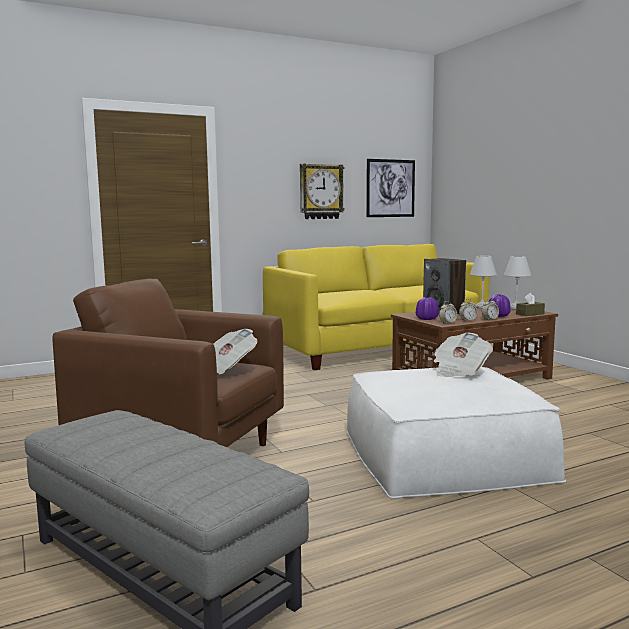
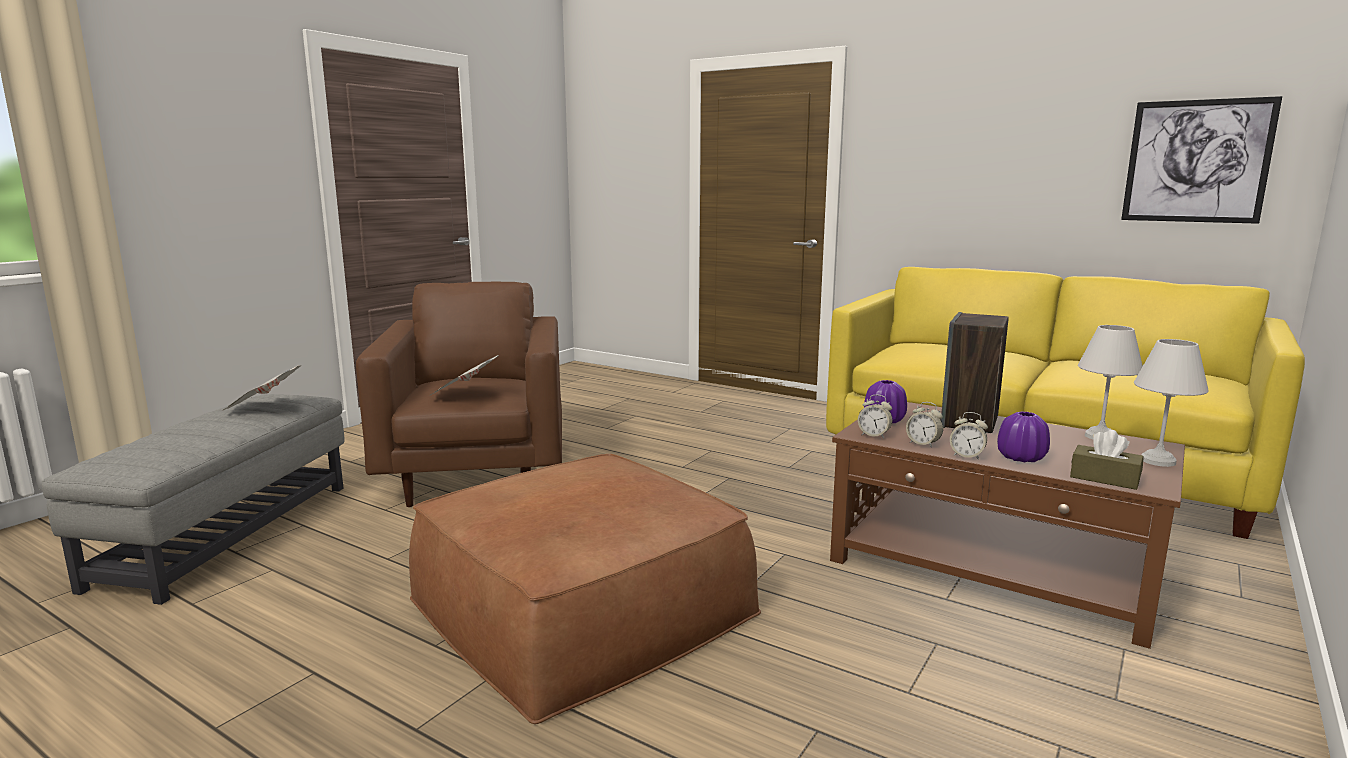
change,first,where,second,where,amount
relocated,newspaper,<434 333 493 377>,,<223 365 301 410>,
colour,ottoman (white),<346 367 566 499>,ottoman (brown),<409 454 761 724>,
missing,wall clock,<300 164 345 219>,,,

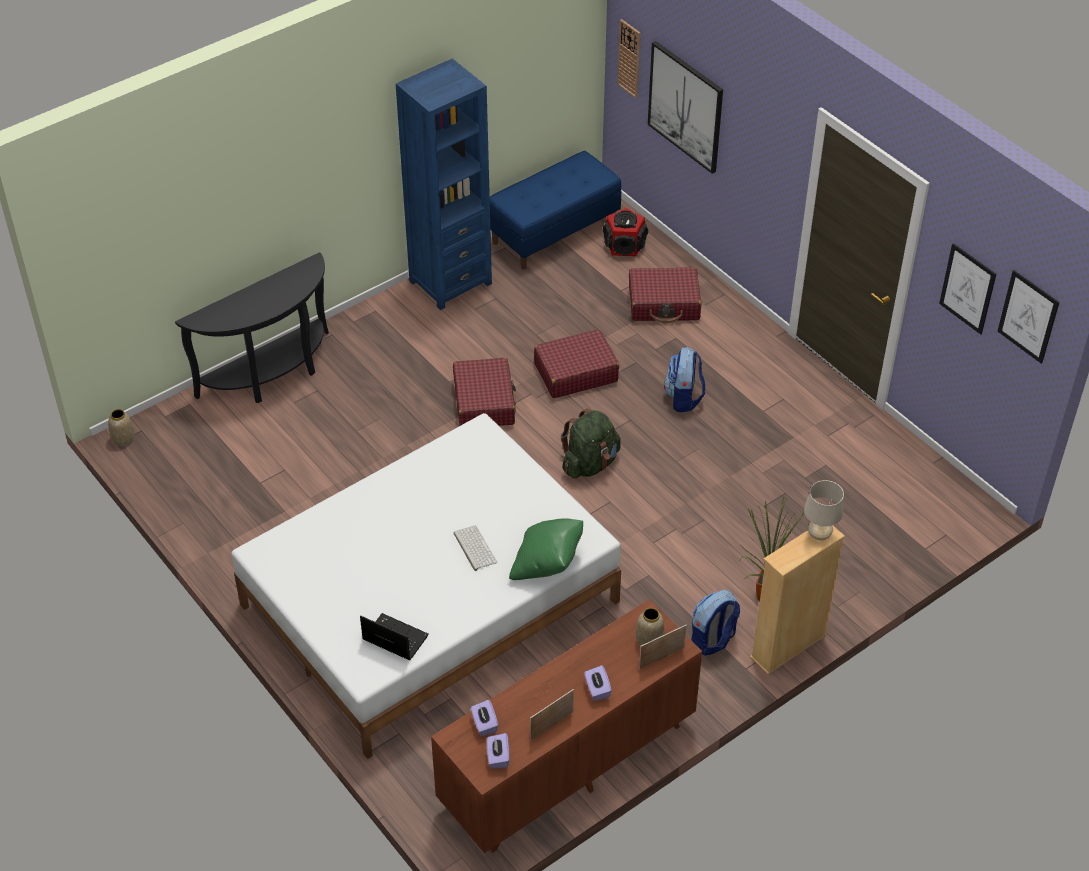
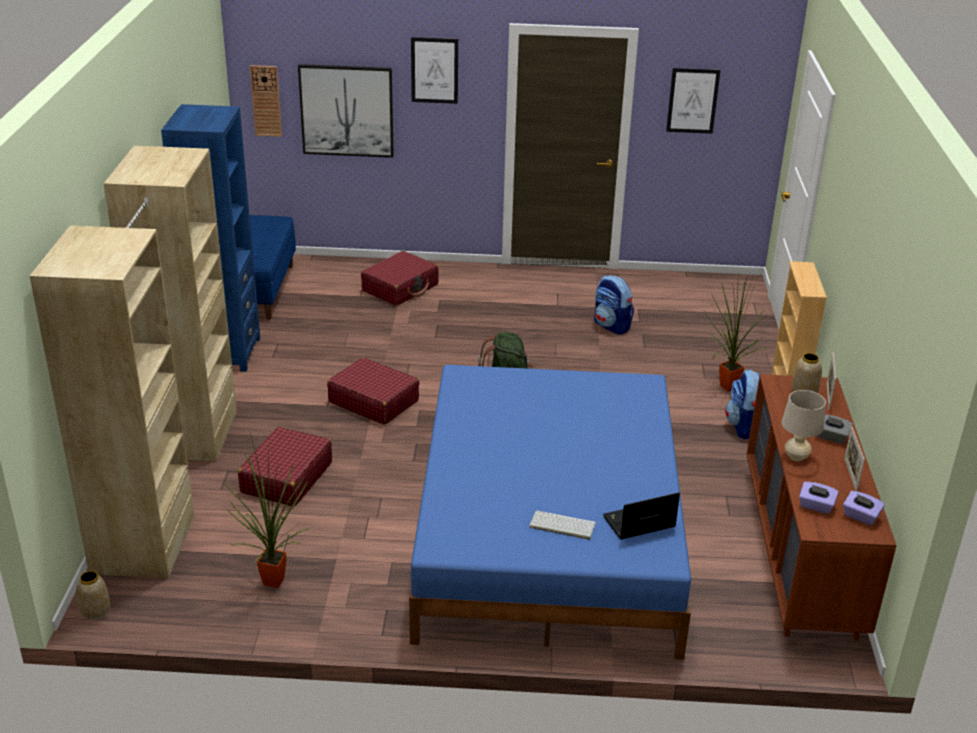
change,first,where,second,where,amount
exchanged,console table (black),<175 252 329 403>,wardrobe (beige),<30 146 237 579>,
appeared,,,potted plant,<224 433 308 588>,
relocated,suitcase (red),<534 329 619 398>,,<238 427 332 506>,
colour,bed (white),<231 413 621 759>,bed (blue),<409 365 691 660>,
relocated,picture,<997 270 1059 363>,,<411 37 458 104>,
relocated,keyboard,<454 526 497 571>,,<529 511 596 540>,
relocated,backpack,<664 347 705 412>,,<594 275 634 335>,
relocated,table lamp (beige),<804 480 844 541>,,<782 390 826 461>,
colour,tissue box (purple),<584 665 612 701>,tissue box (grey),<818 415 853 444>,
missing,pillow (green),<509 518 583 580>,,,
missing,speaker,<603 208 648 256>,,,

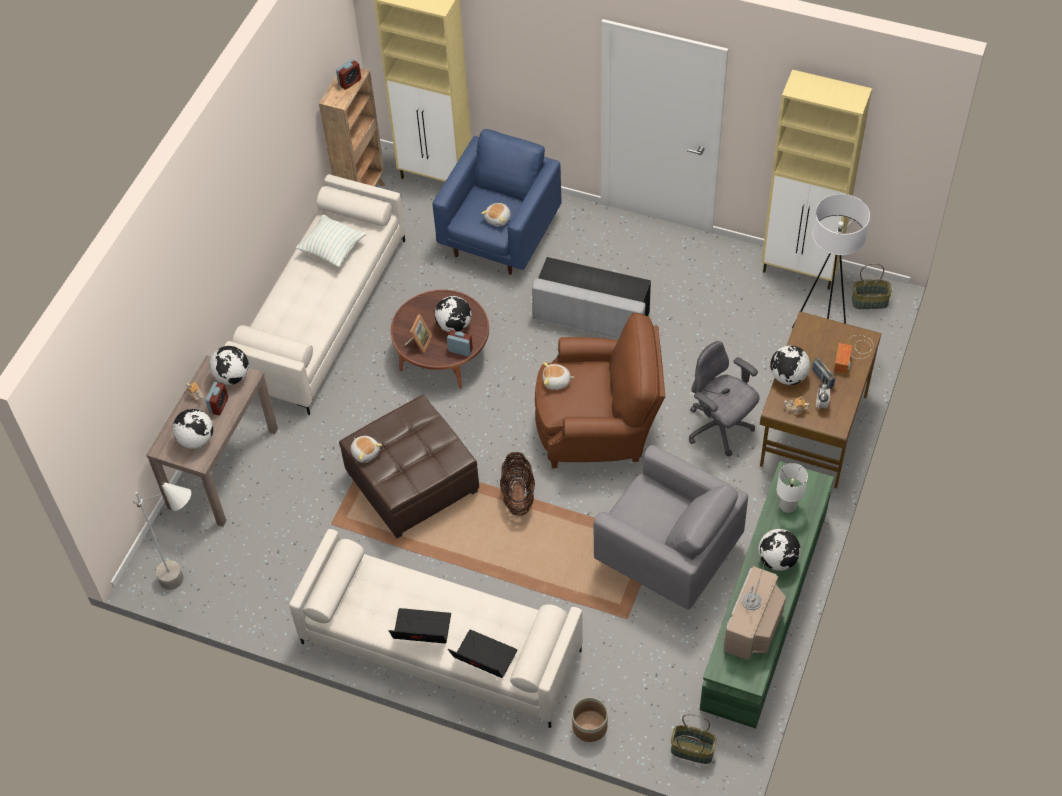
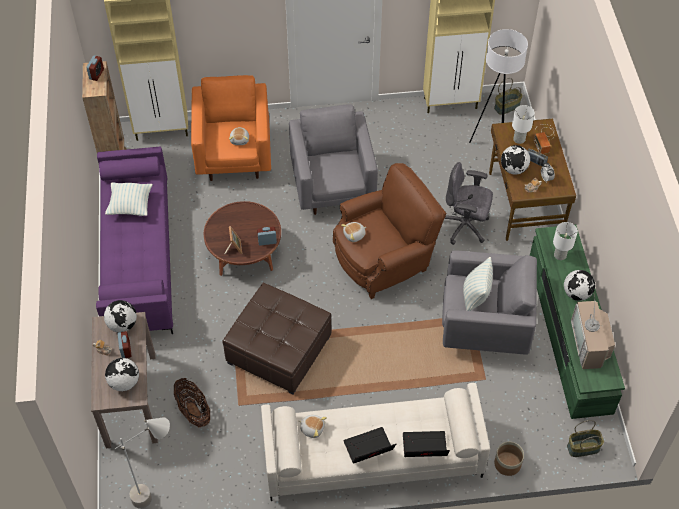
change,first,where,second,where,amount
colour,sofa (white),<224 174 405 415>,sofa (purple),<96 147 173 334>,
relocated,basket,<500 452 535 516>,,<174 378 210 427>,
colour,armchair (blue),<433 129 562 275>,armchair (orange),<191 75 271 181>,
exchanged,ottoman (grey),<532 257 651 339>,armchair (grey),<289 104 378 215>,
relocated,plush toy,<351 436 382 463>,,<299 415 327 438>,
appeared,,,pillow,<463 257 493 311>,
appeared,,,table lamp (white),<512 105 535 144>,
missing,globe,<435 296 471 332>,,,

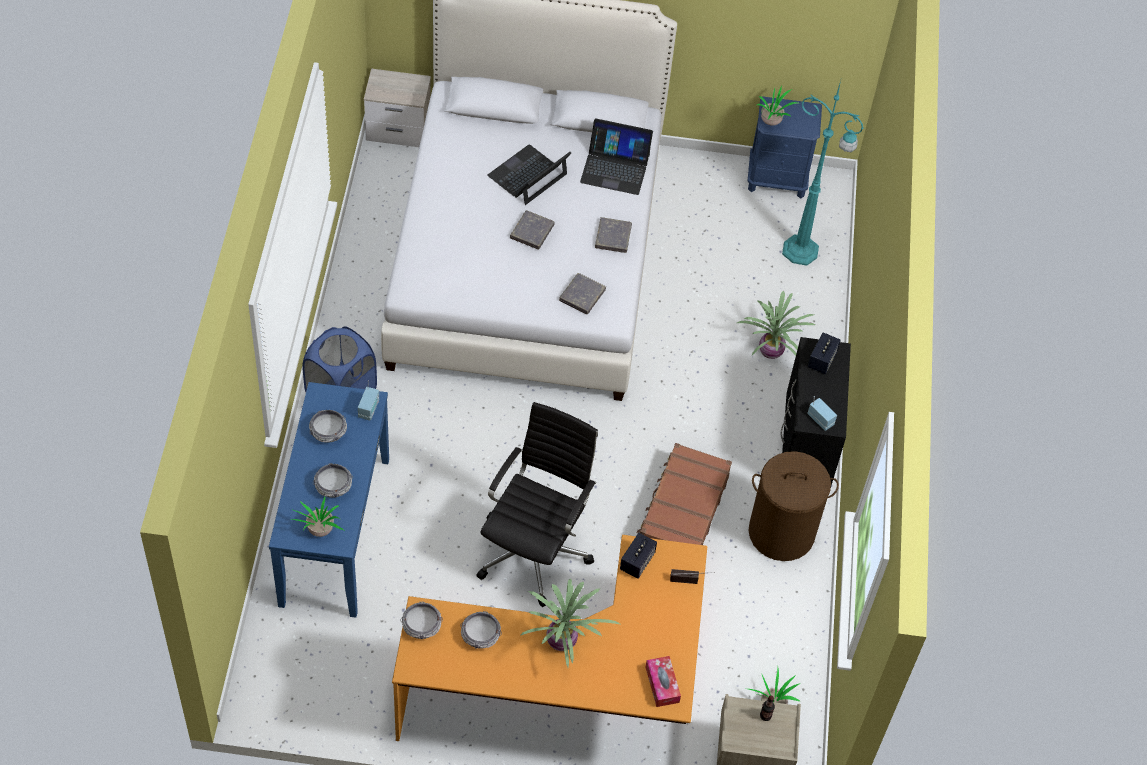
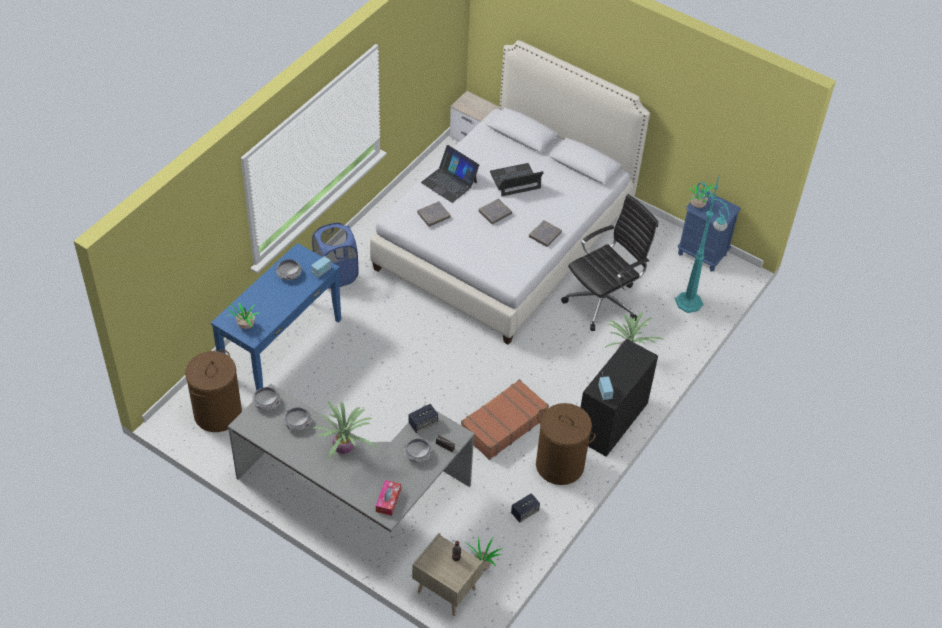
change,first,where,second,where,amount
appeared,,,laundry basket (brown),<185 349 242 432>,
colour,desk (orange),<392 535 707 741>,desk (grey),<228 384 475 532>,
relocated,bowl,<313 463 353 498>,,<404 438 432 463>,
relocated,book (grey),<559 273 606 314>,,<417 201 451 227>,
relocated,laptop,<580 118 653 195>,,<421 145 479 203>,
relocated,speaker,<808 333 841 374>,,<511 493 540 523>,
relocated,office chair (black),<476 402 598 607>,,<561 194 658 331>,

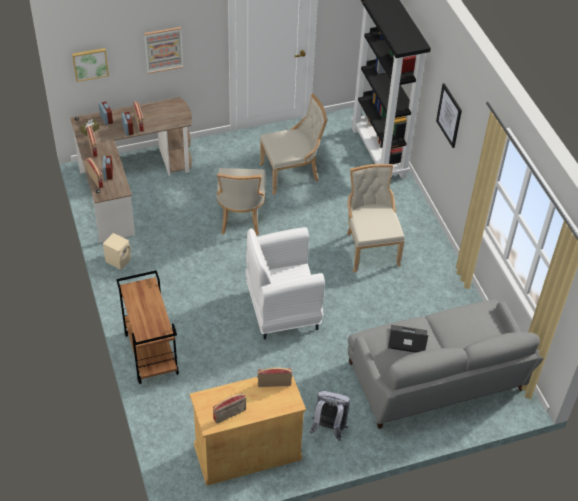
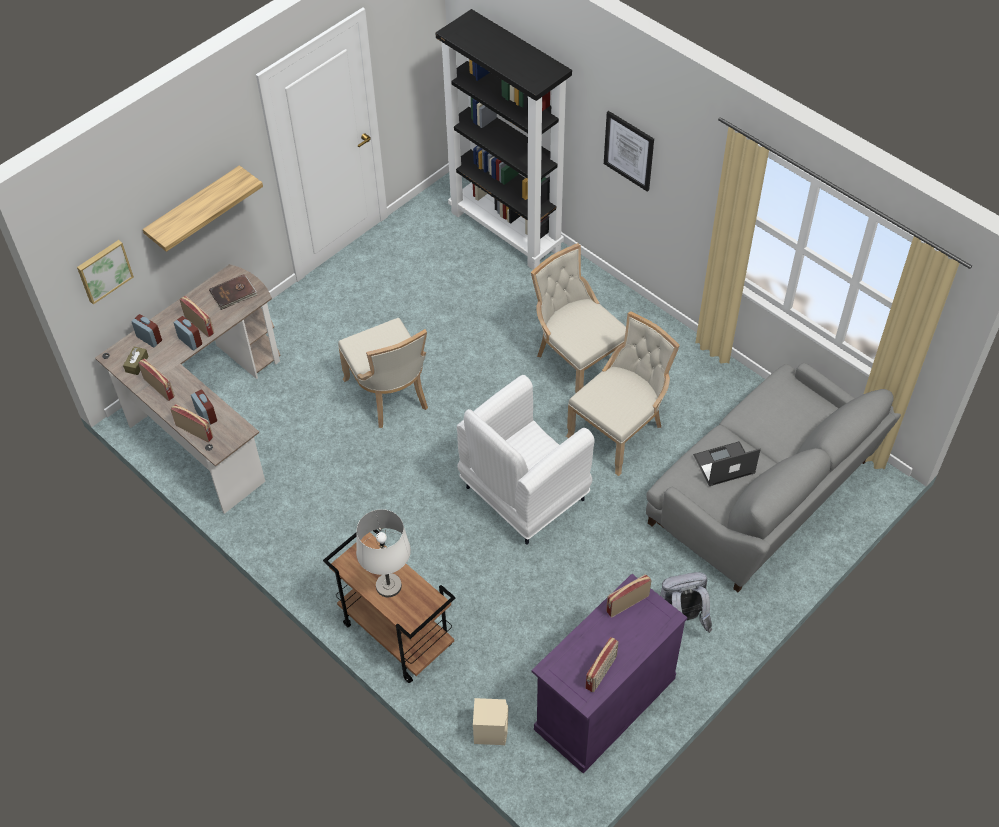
change,first,where,second,where,amount
exchanged,picture,<144 27 183 74>,shelf,<143 165 263 252>,
appeared,,,book (brown),<209 274 257 310>,
appeared,,,table lamp (white),<356 509 411 597>,
relocated,speaker (beige),<103 233 131 270>,,<473 698 508 745>,
colour,cabinet (beige),<190 375 306 486>,cabinet (purple),<532 574 688 773>,
relocated,chair (beige),<260 94 327 195>,,<566 311 680 476>,

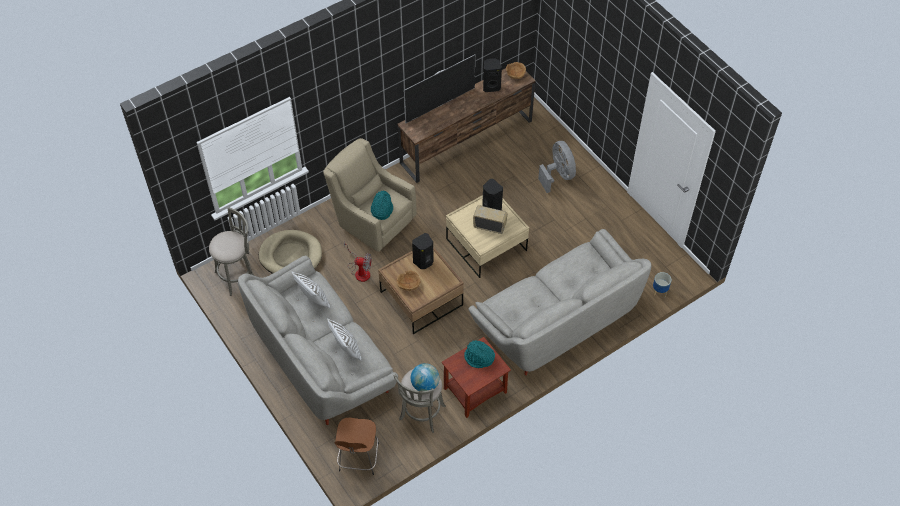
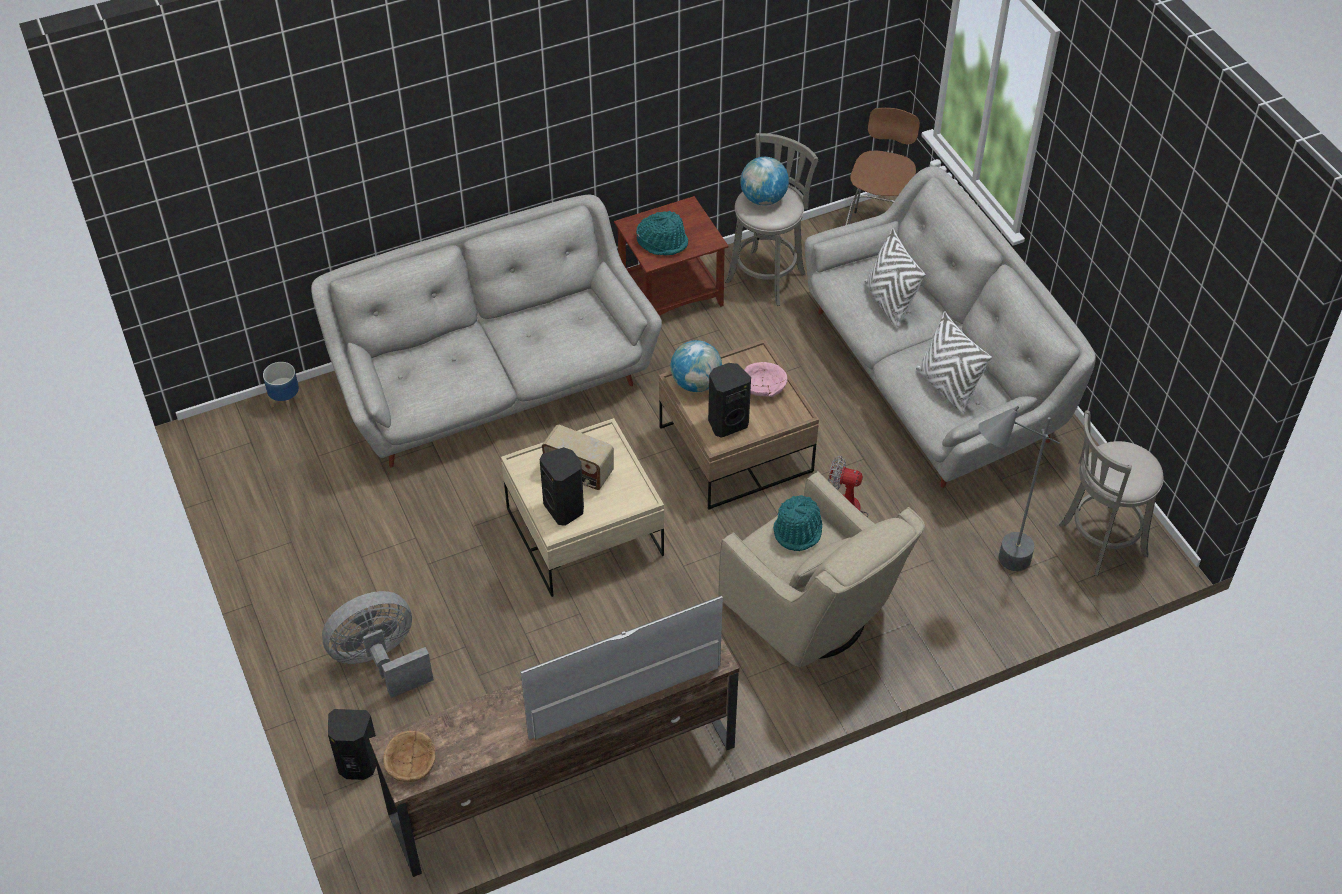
change,first,where,second,where,amount
spun,fan (grey),<538 141 576 193>,,<322 591 434 698>,75 degrees clockwise
relocated,speaker (black),<483 58 502 92>,,<328 709 376 780>,
appeared,,,globe,<670 340 722 392>,
colour,bowl (brown),<396 271 420 291>,bowl (pink),<745 362 788 397>,
exchanged,dog bed (beige),<259 230 322 274>,floor lamp (grey),<978 406 1060 571>,

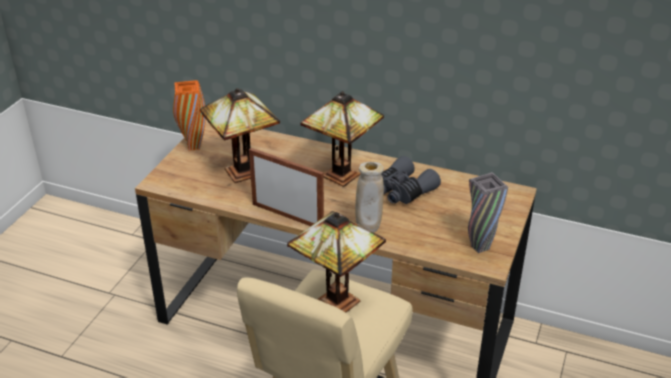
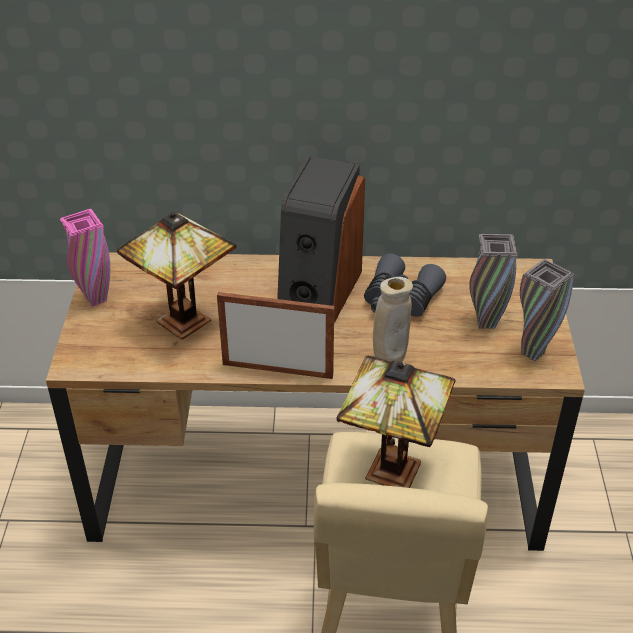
change,first,where,second,where,amount
colour,vase (orange),<173 80 206 151>,vase (pink),<60 209 110 307>,
exchanged,table lamp,<300 91 384 187>,speaker,<277 156 365 323>,
appeared,,,vase (grey),<469 234 517 329>,

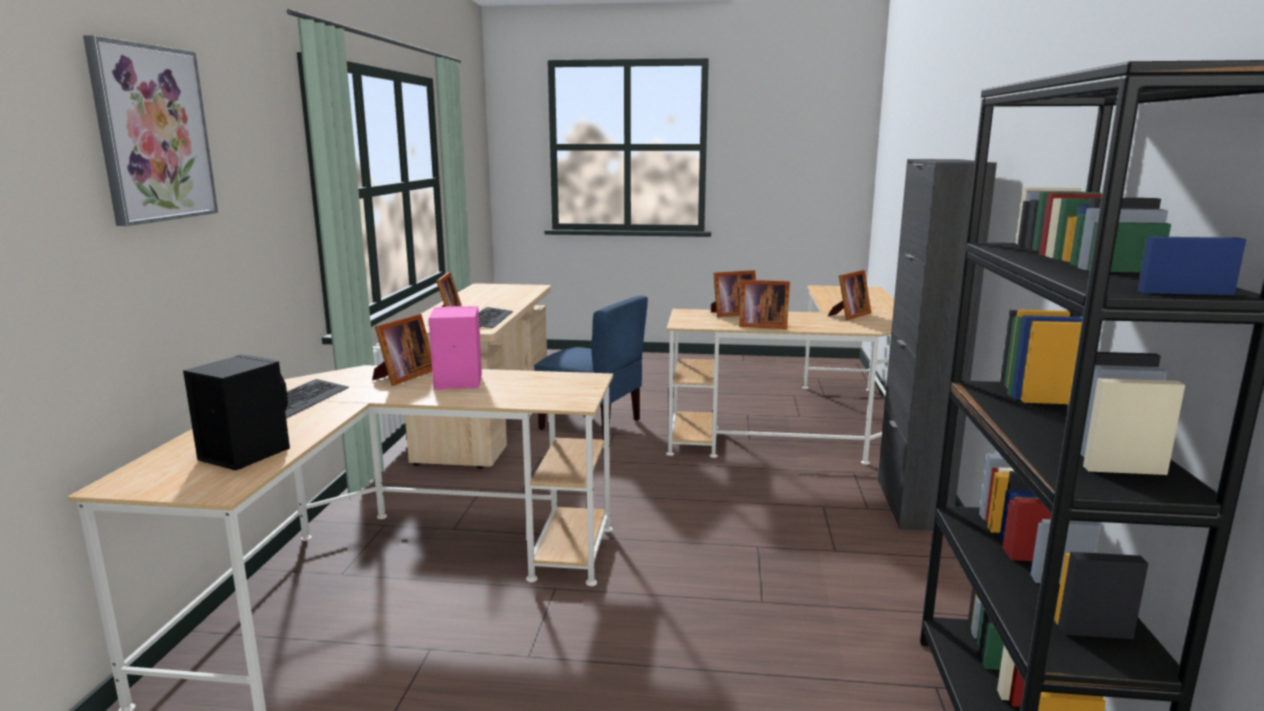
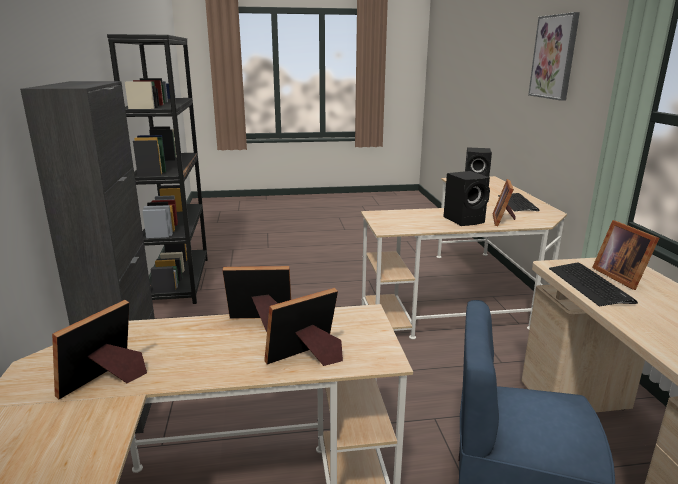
change,first,where,second,where,amount
colour,speaker (pink),<429 306 482 390>,speaker (black),<443 171 490 226>,

